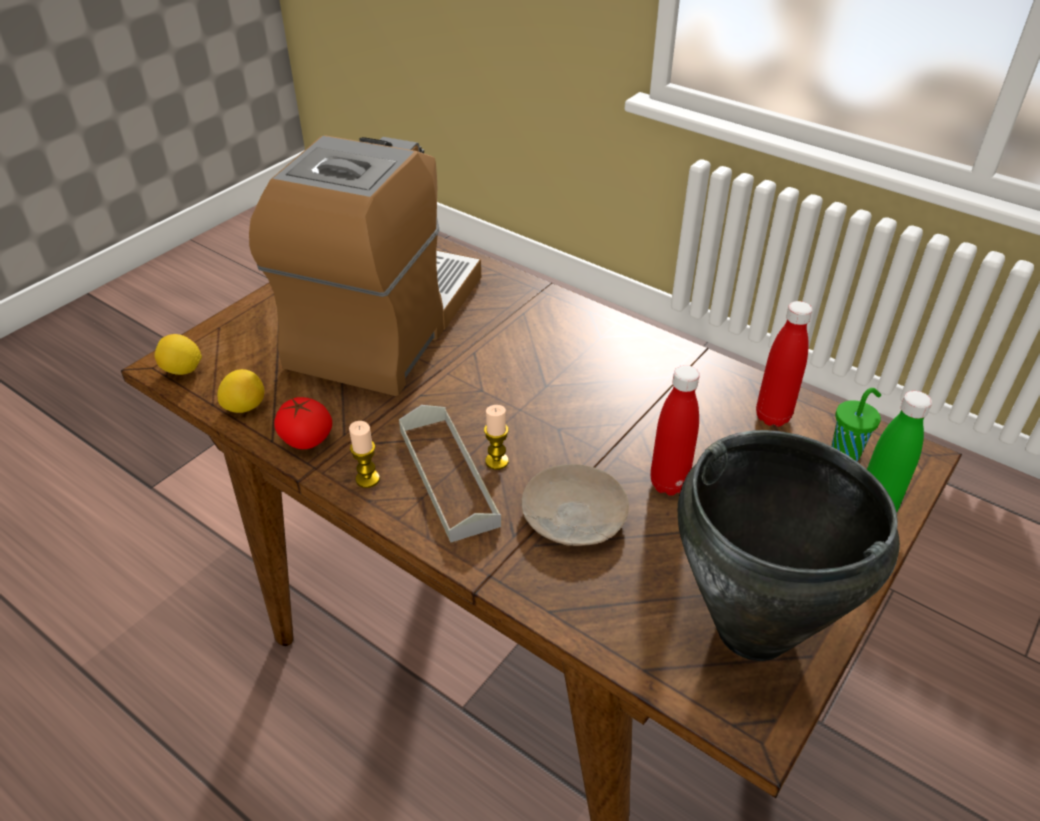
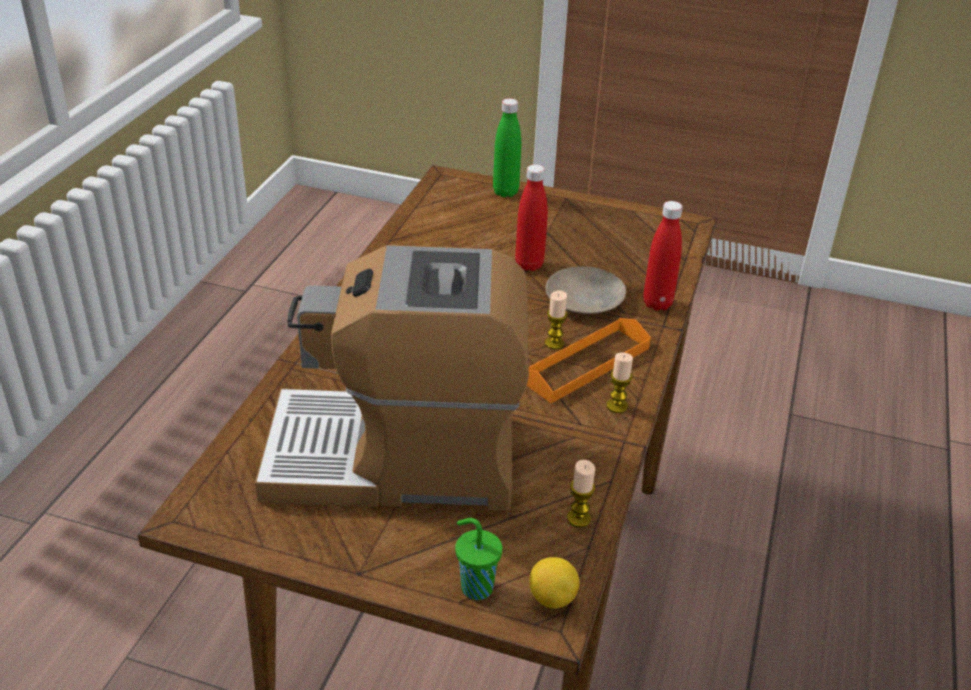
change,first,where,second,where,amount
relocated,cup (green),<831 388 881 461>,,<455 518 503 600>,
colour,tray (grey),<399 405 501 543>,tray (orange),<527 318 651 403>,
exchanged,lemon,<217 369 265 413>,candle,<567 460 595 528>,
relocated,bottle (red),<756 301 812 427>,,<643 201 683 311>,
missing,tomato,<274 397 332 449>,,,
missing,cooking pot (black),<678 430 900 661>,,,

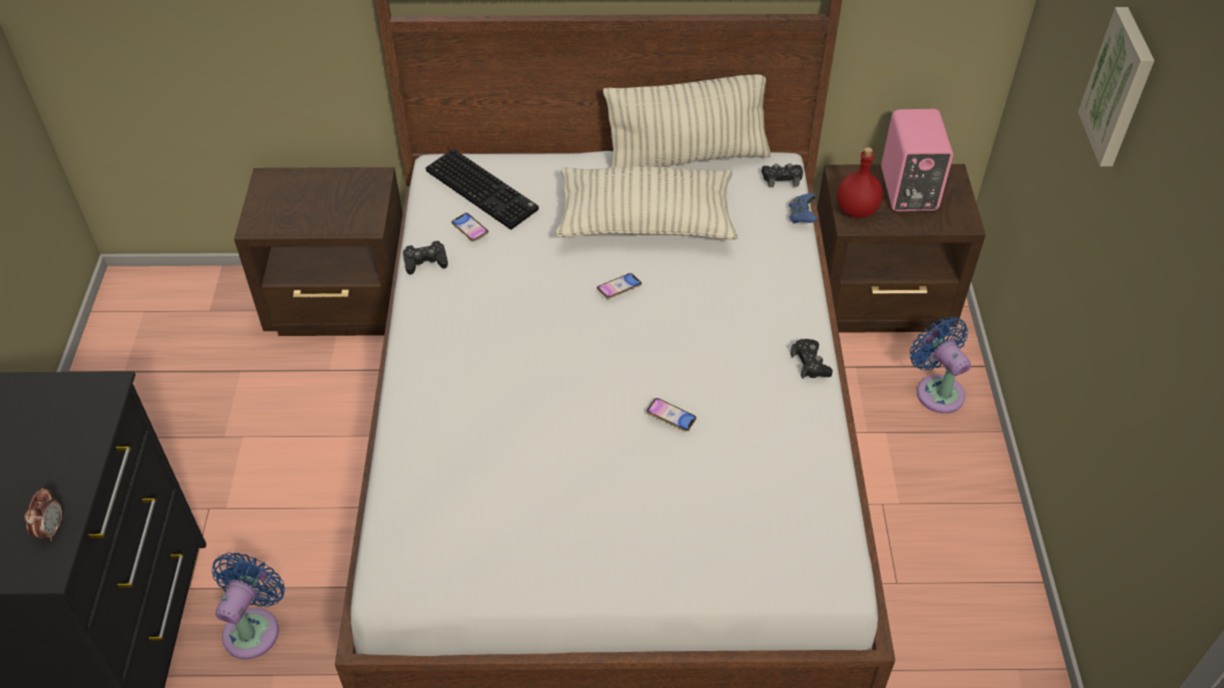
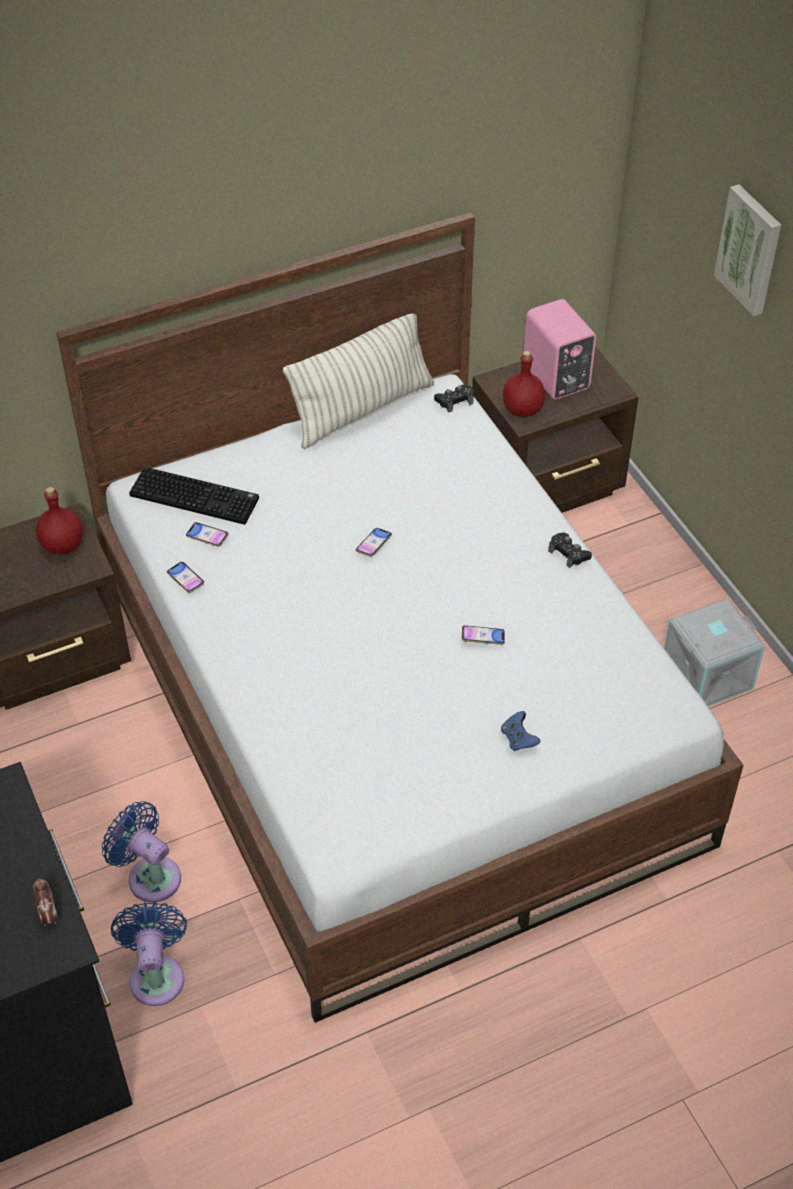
change,first,where,second,where,amount
appeared,,,bottle (red),<36 487 83 554>,
relocated,fan (blue),<910 317 971 413>,,<102 801 181 902>,
exchanged,game controller (black),<403 241 448 275>,phone,<167 562 204 593>,
relocated,game controller (blue),<789 193 817 224>,,<501 711 540 751>,
appeared,,,storage box (grey),<664 599 765 706>,
missing,pillow,<555 166 738 240>,,,

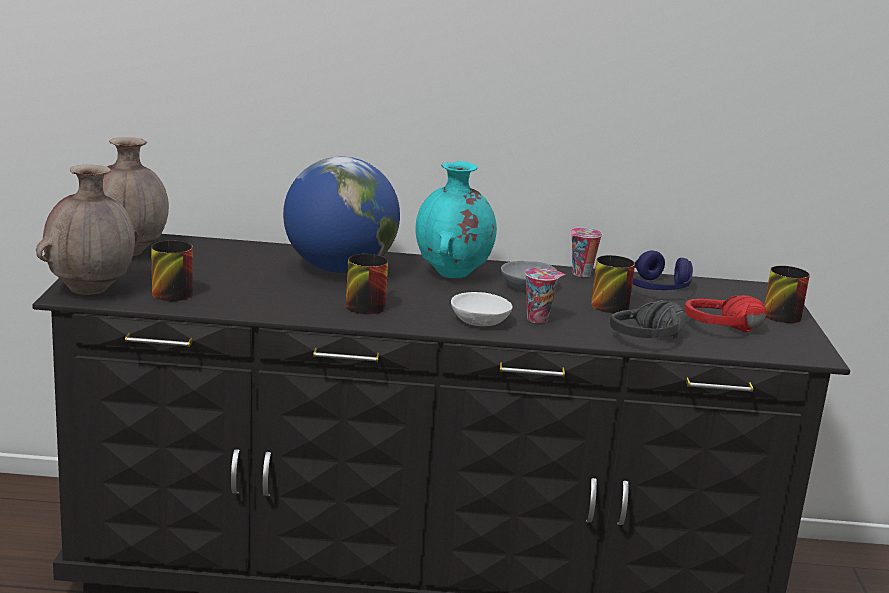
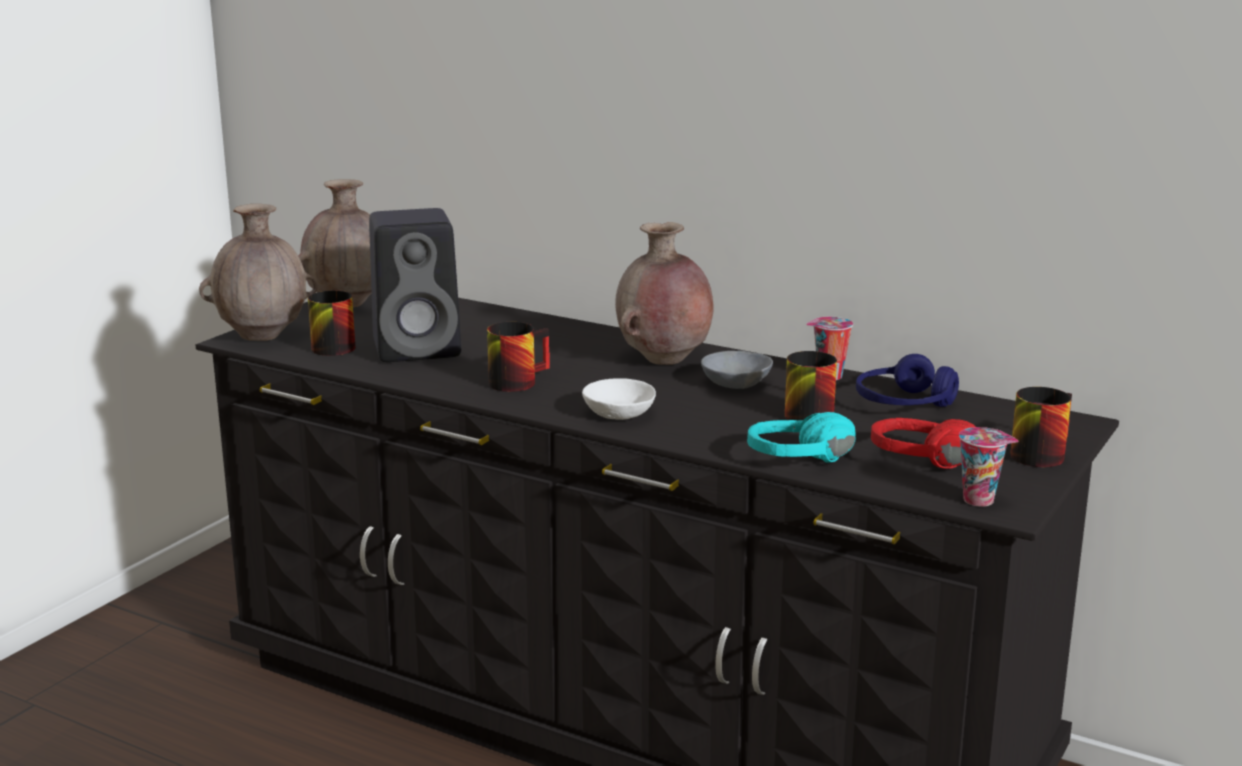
change,first,where,second,where,amount
appeared,,,speaker (black),<369 208 461 362>,
colour,vase (turquoise),<415 161 497 278>,vase (brown),<615 222 714 365>,
colour,headphones (black),<610 300 687 339>,headphones (turquoise),<747 412 856 463>,
relocated,cup,<525 268 565 324>,,<959 427 1018 507>,
missing,globe,<283 157 400 273>,,,

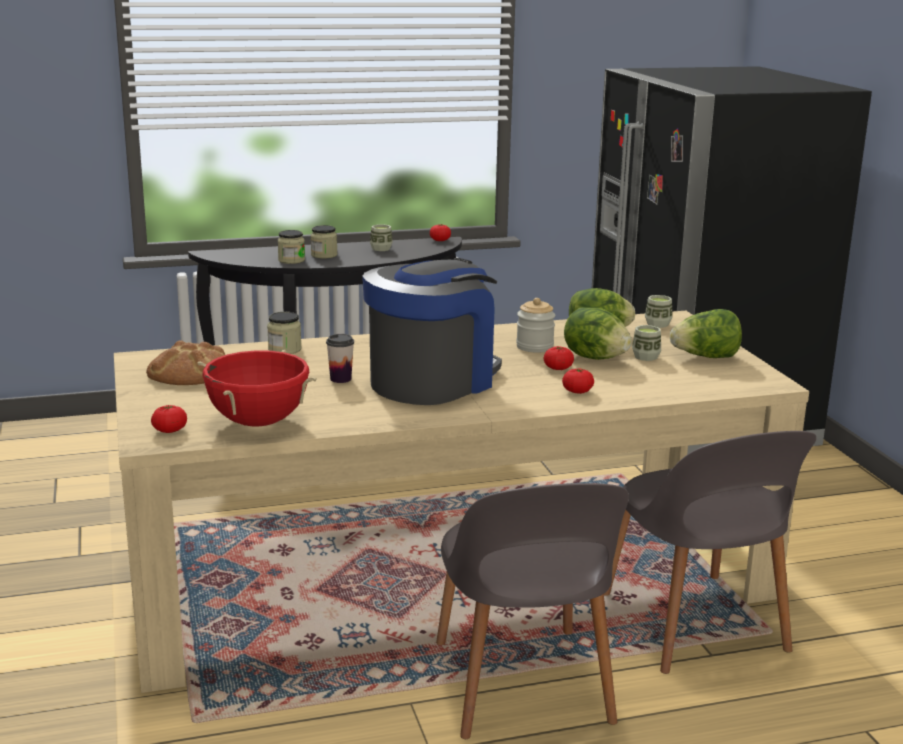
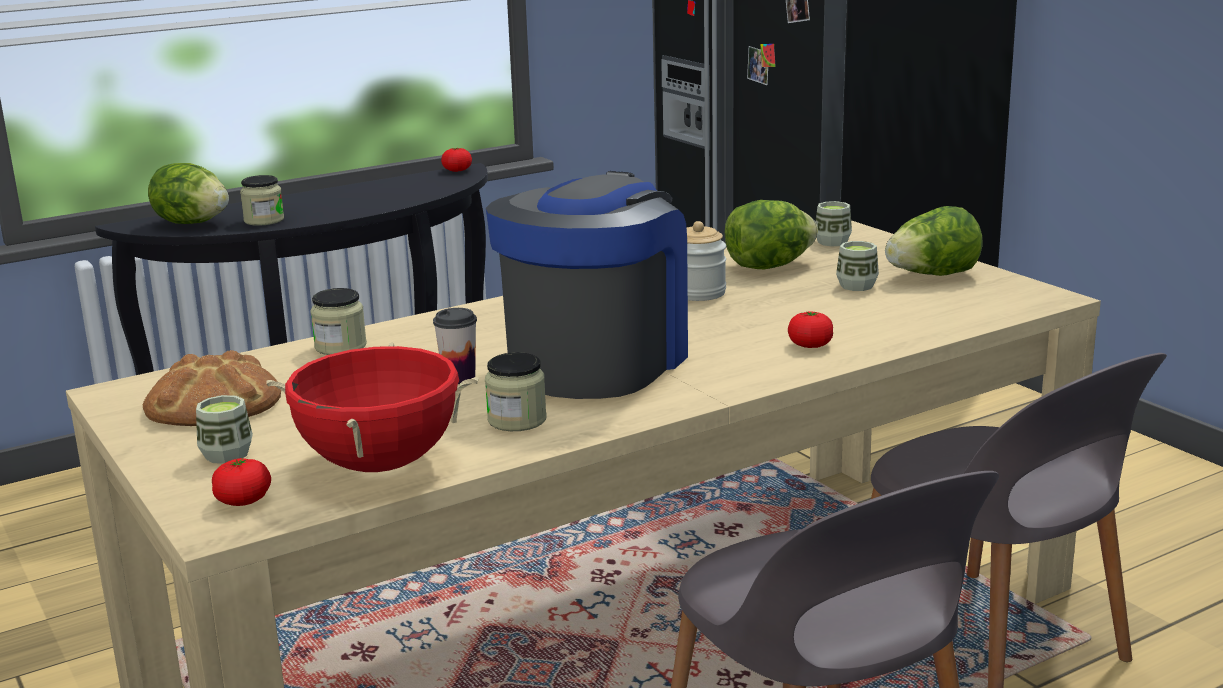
change,first,where,second,where,amount
relocated,lettuce,<564 307 632 360>,,<148 163 229 224>,
relocated,cup,<370 224 393 251>,,<196 395 253 464>,
relocated,jar,<311 225 337 258>,,<485 352 547 431>,
missing,tomato,<544 346 574 370>,,,

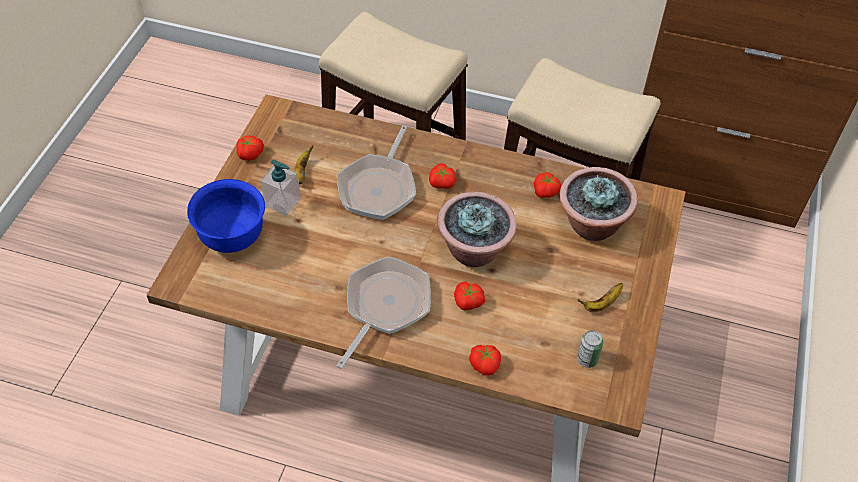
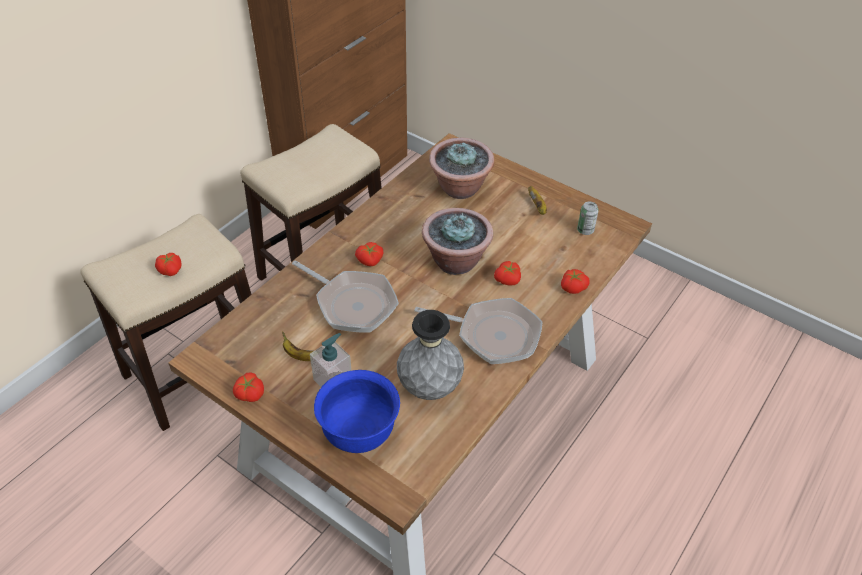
change,first,where,second,where,amount
relocated,tomato,<534 172 561 198>,,<155 253 182 276>,
appeared,,,vase (grey),<397 310 464 400>,
spun,frying pan,<337 256 431 369>,,<414 298 543 364>,150 degrees clockwise

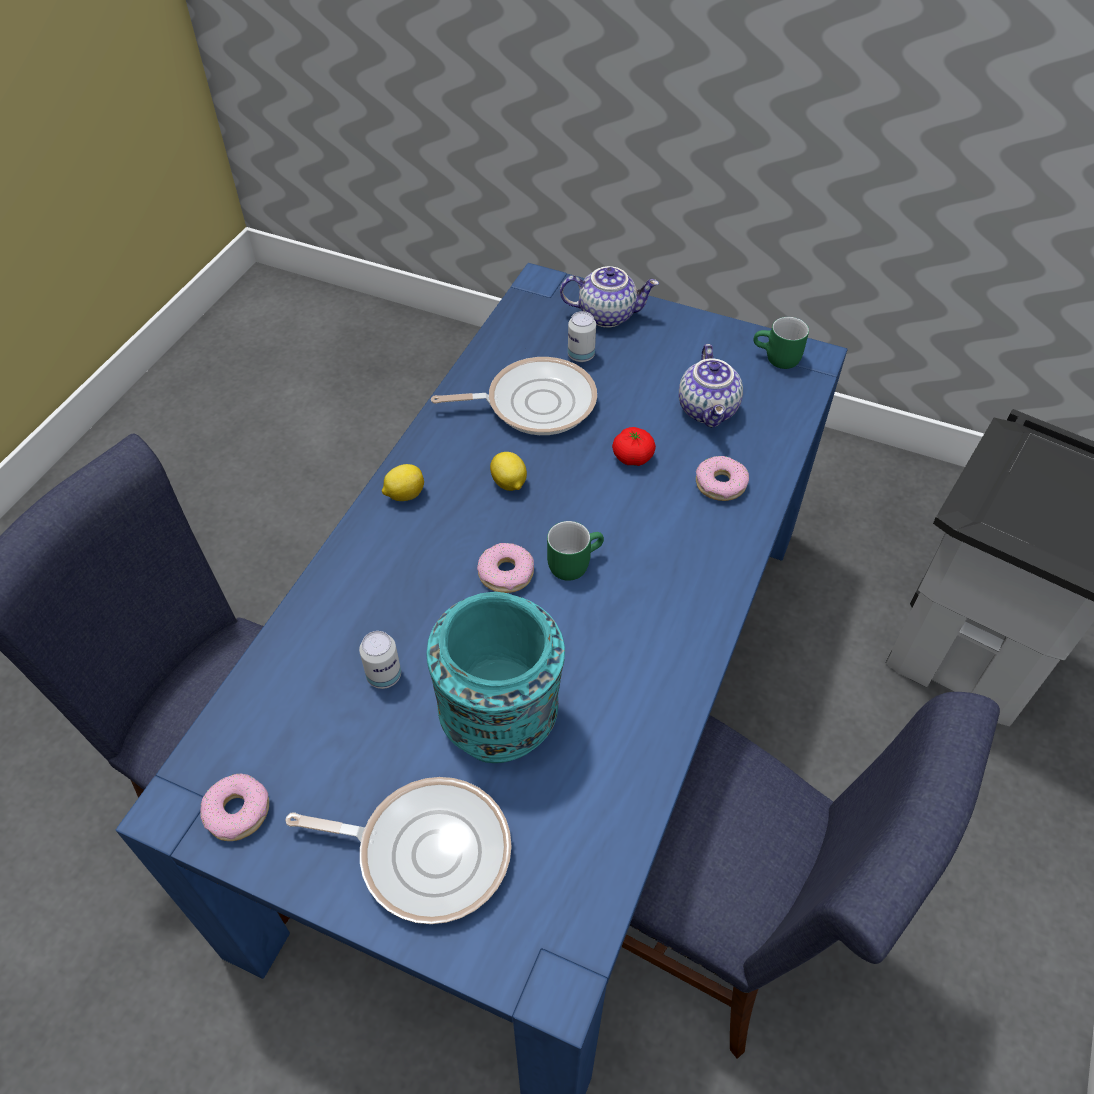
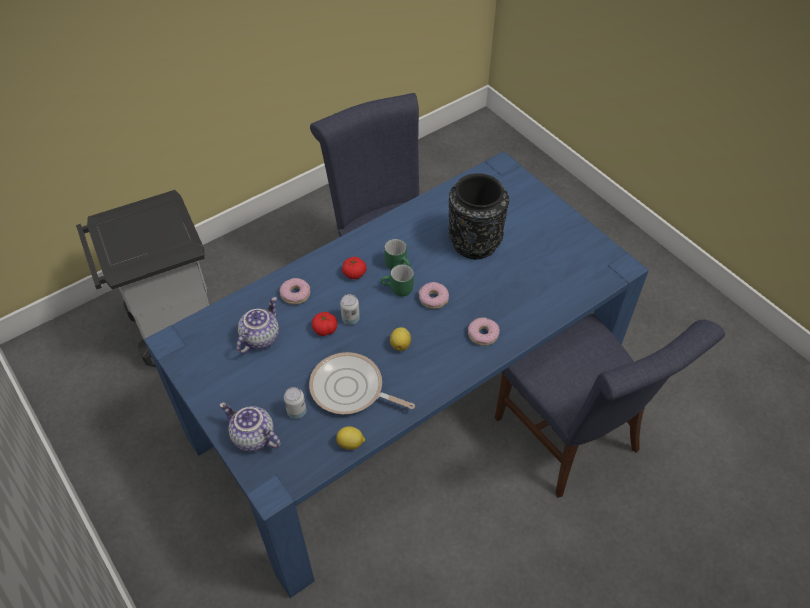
change,first,where,second,where,amount
relocated,lemon,<382 464 424 501>,,<336 426 365 450>,
relocated,can,<359 631 401 689>,,<340 294 360 325>,
appeared,,,tomato,<342 257 366 279>,
relocated,mug (green),<754 317 809 369>,,<384 239 411 270>,
colour,vase (turquoise),<426 592 565 763>,vase (black),<448 173 509 259>,
relocated,donut,<200 774 269 841>,,<468 318 500 346>,
missing,frying pan,<286 777 512 924>,,,

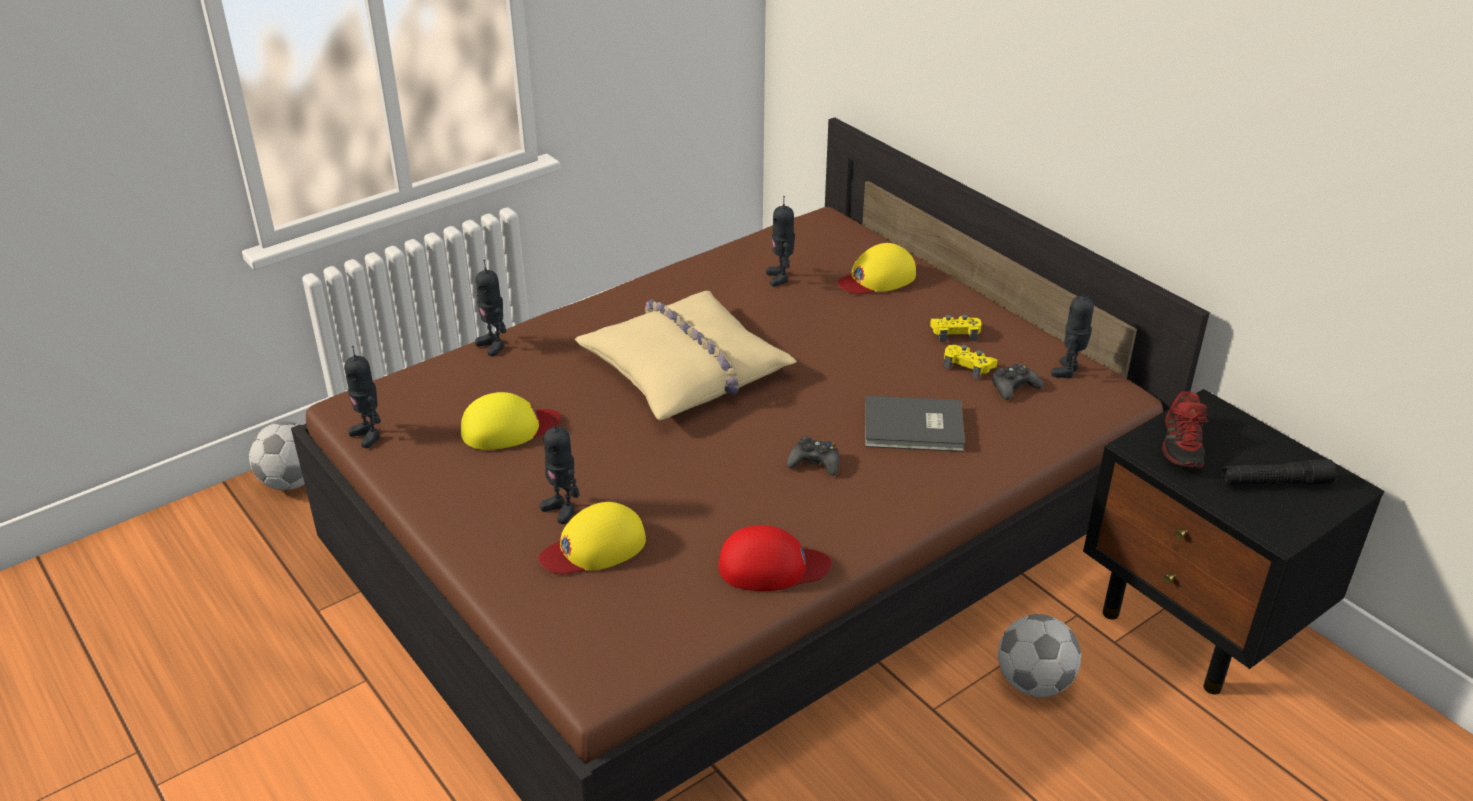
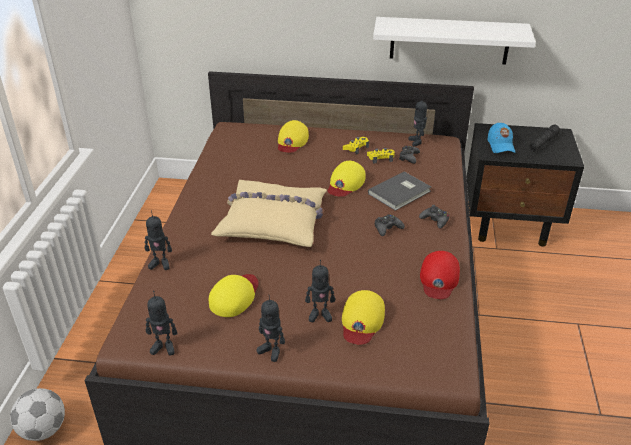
change,first,where,second,where,amount
relocated,toy robot,<766 196 795 287>,,<256 295 285 362>,
appeared,,,cap (yellow),<328 161 366 197>,
appeared,,,shelf (white),<373 17 536 64>,
appeared,,,game controller (black),<419 205 449 229>,
spun,cap (red),<718 525 832 591>,,<420 251 460 299>,150 degrees clockwise
exchanged,shoe,<1162 391 1208 469>,cap (blue),<487 123 516 153>,
missing,football,<998 614 1081 697>,,,

